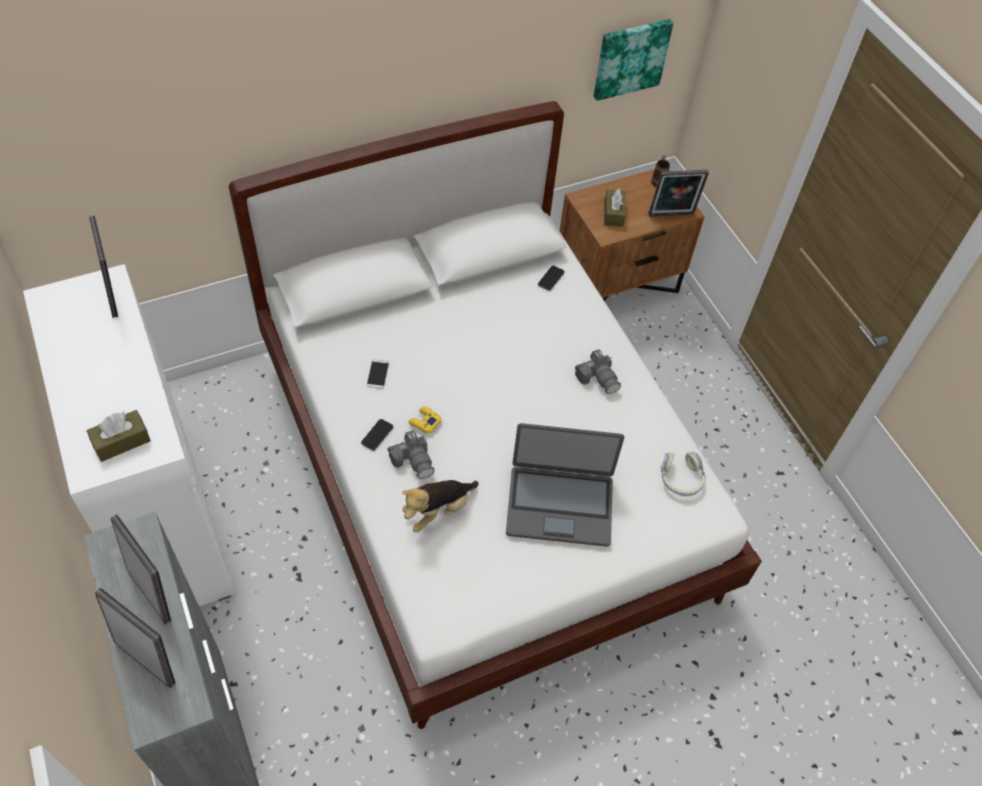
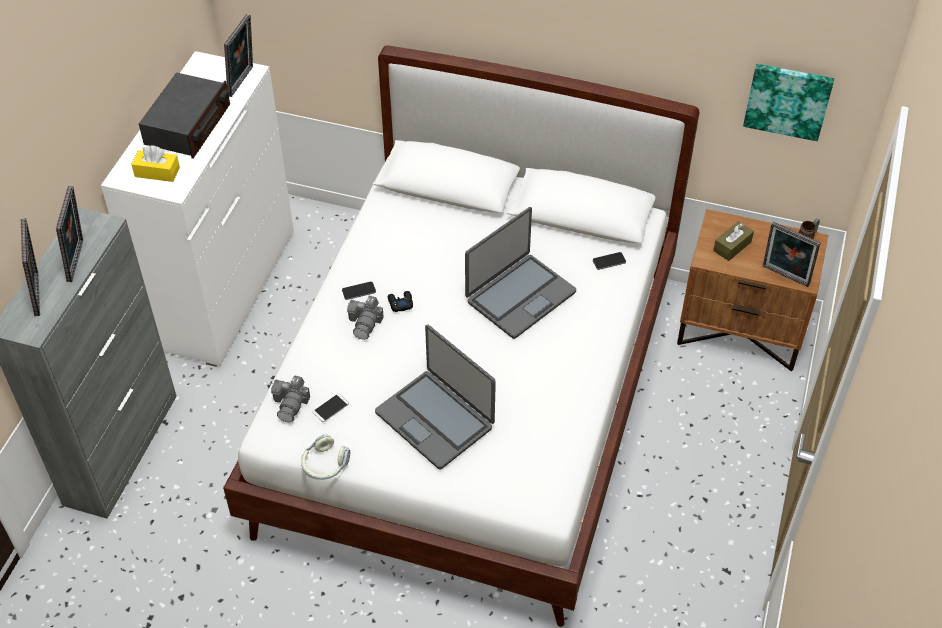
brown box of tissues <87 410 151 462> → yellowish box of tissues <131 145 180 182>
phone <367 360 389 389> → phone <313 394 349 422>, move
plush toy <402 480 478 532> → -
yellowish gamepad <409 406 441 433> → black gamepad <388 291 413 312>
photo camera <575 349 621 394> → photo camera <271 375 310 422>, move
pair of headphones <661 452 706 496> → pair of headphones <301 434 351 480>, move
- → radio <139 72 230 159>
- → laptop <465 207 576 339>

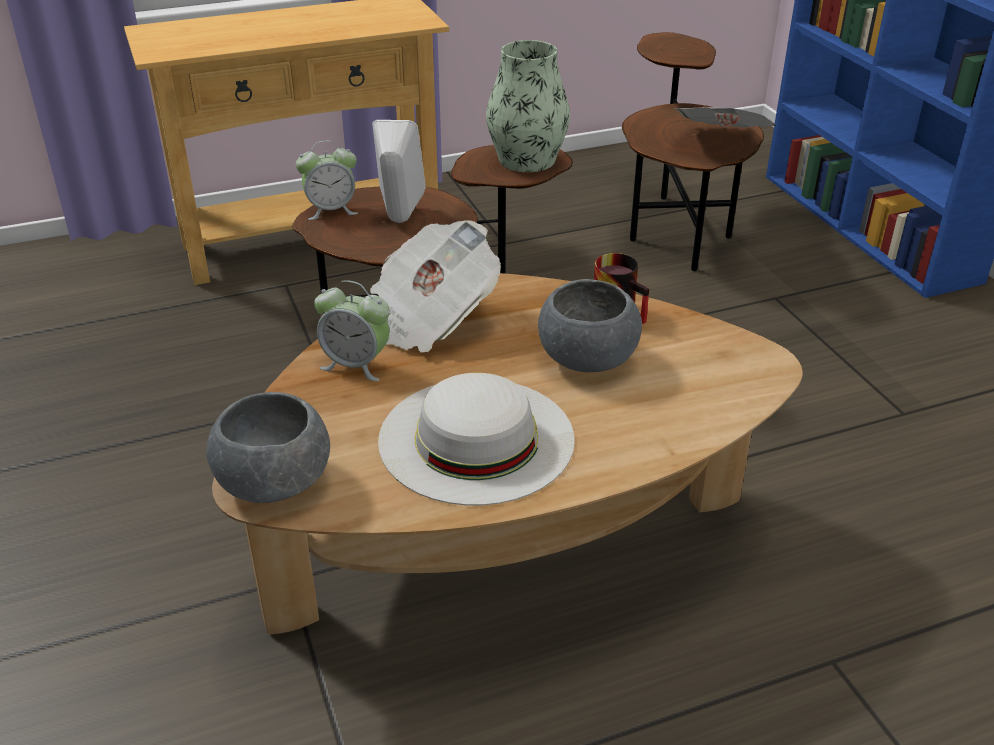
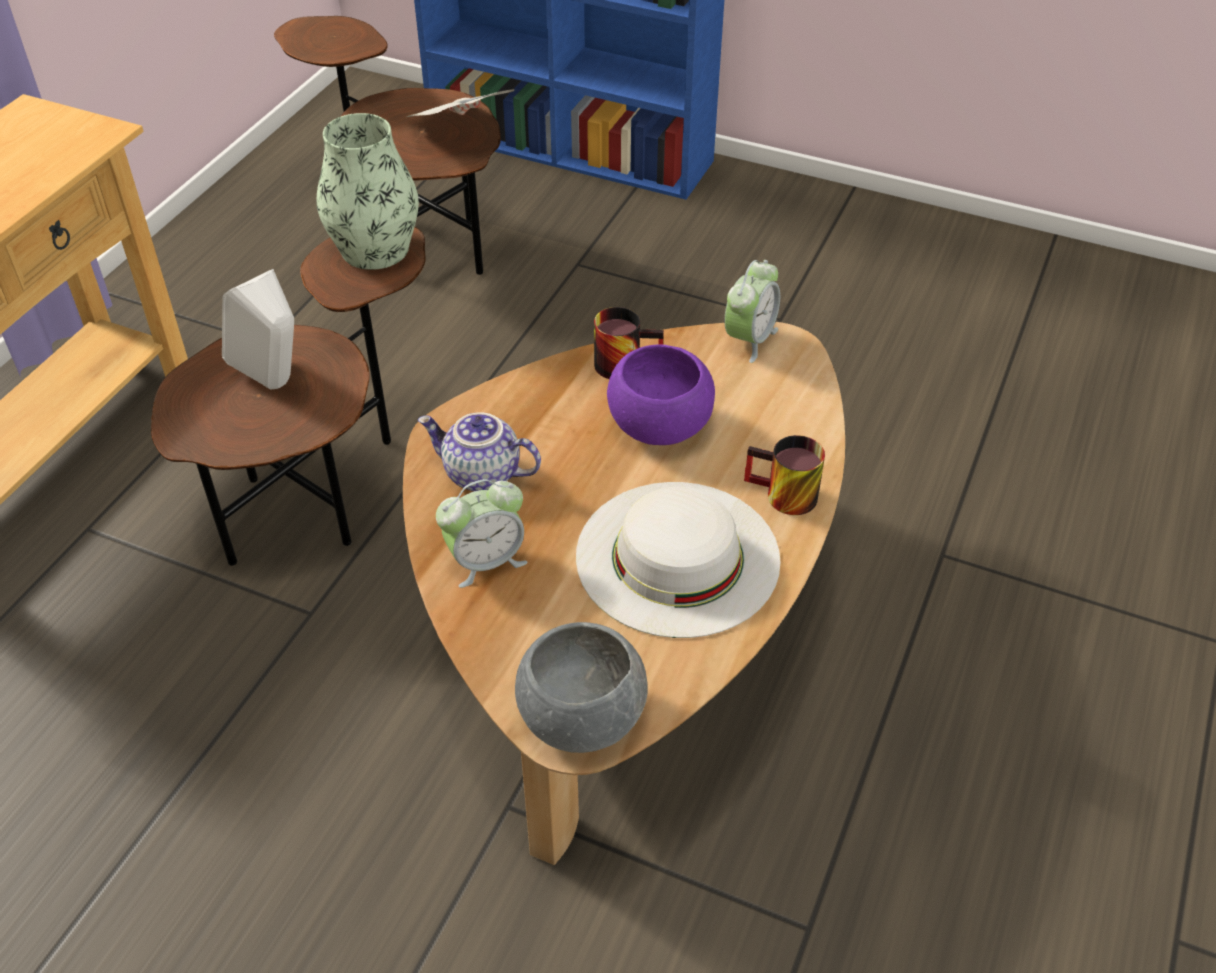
bedside clock <296 141 358 220> → bedside clock <724 260 780 363>, move
printed paper <370 220 501 353> → pot for tea <418 412 541 491>
gray bowl <538 279 642 372> → purplish bowl <607 345 715 445>
- → coffee mug <744 435 825 515>

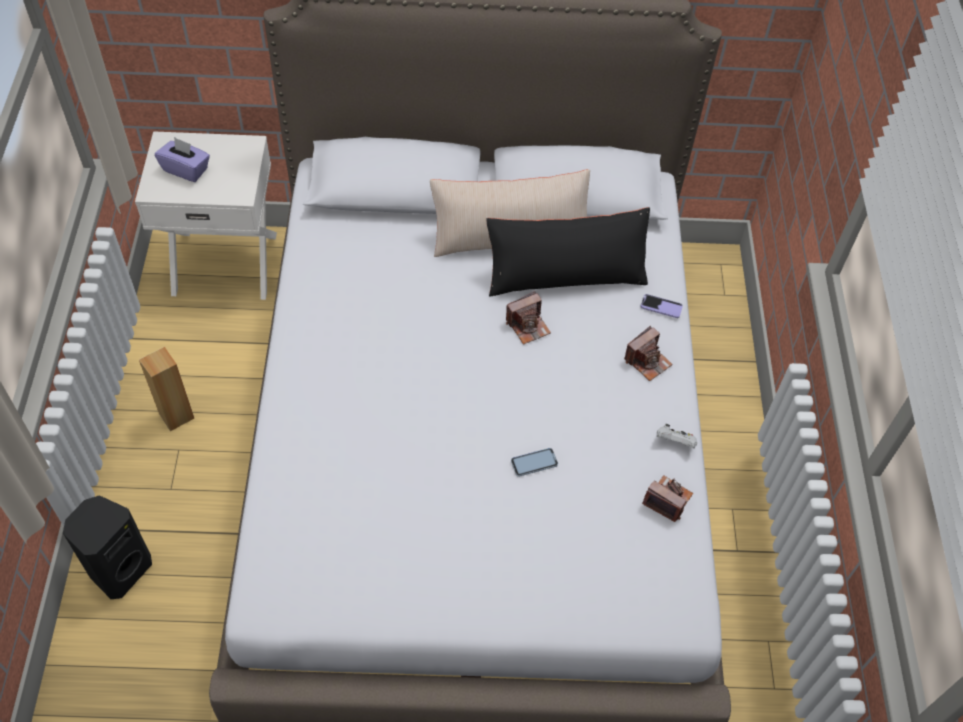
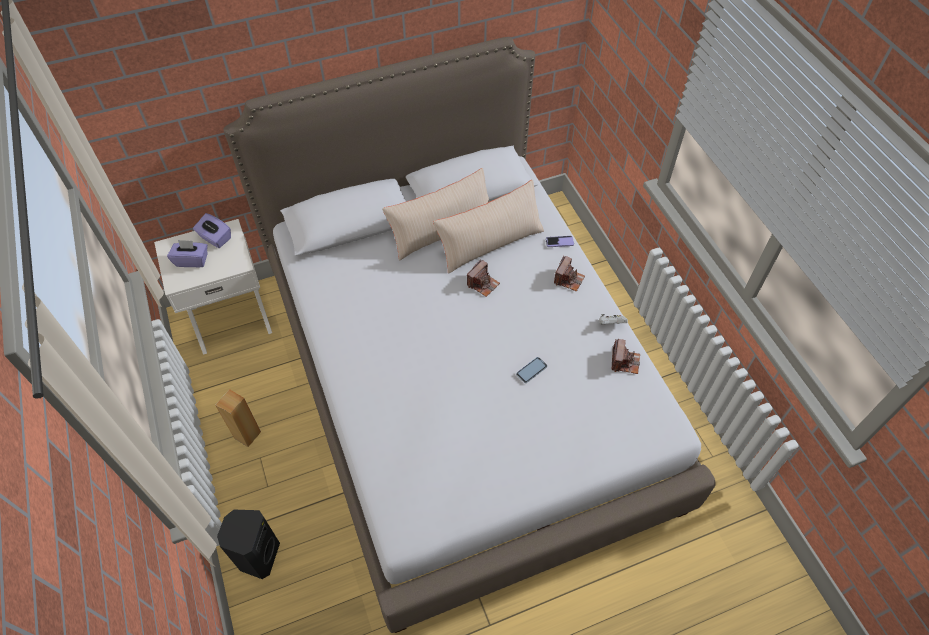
black pillow <486 207 650 296> → beige pillow <433 180 544 274>
photo camera <642 475 693 522> → photo camera <611 339 640 374>, 90 degrees clockwise
- → purplish box of tissues <193 213 231 248>

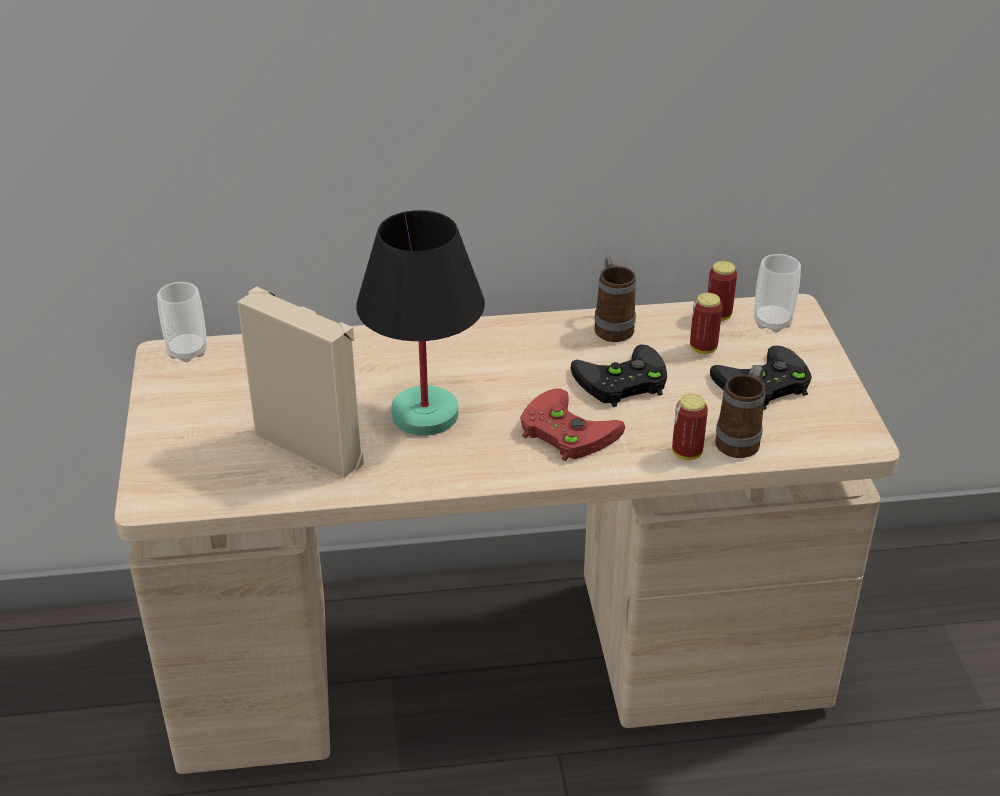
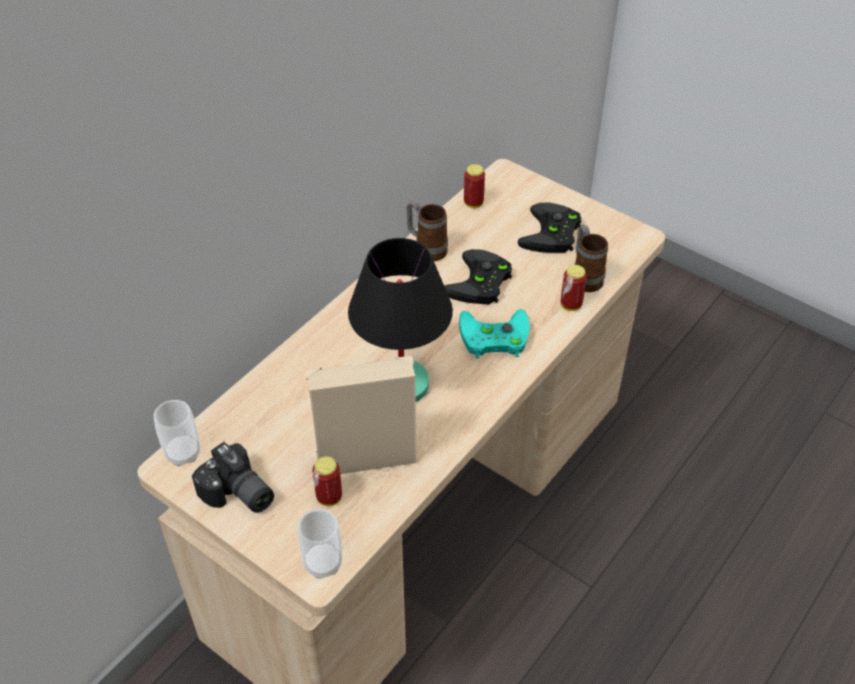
reddish gamepad <520 389 625 461> → turquoise-coloured gamepad <459 309 530 358>
sealed can <690 292 722 354> → sealed can <312 456 342 506>, move
drinking cup <754 254 801 332> → drinking cup <298 509 342 579>, move
- → photo camera <192 441 274 513>

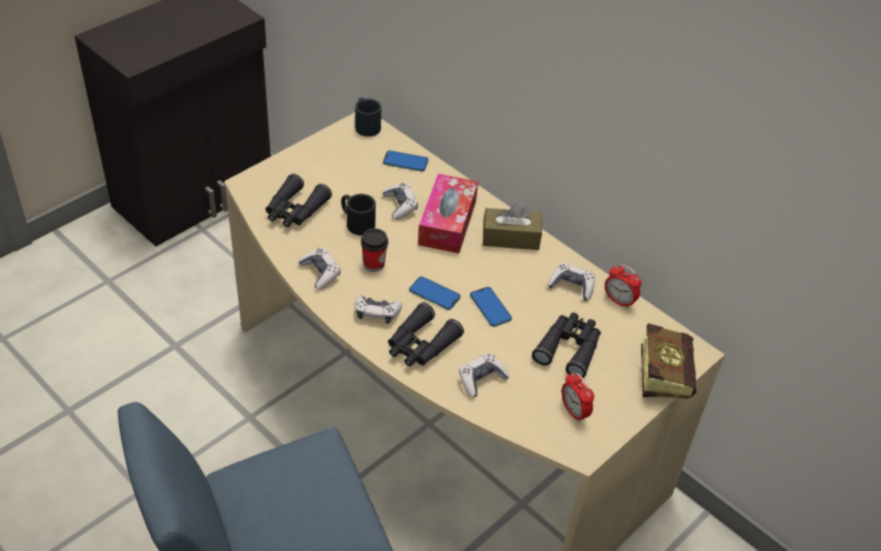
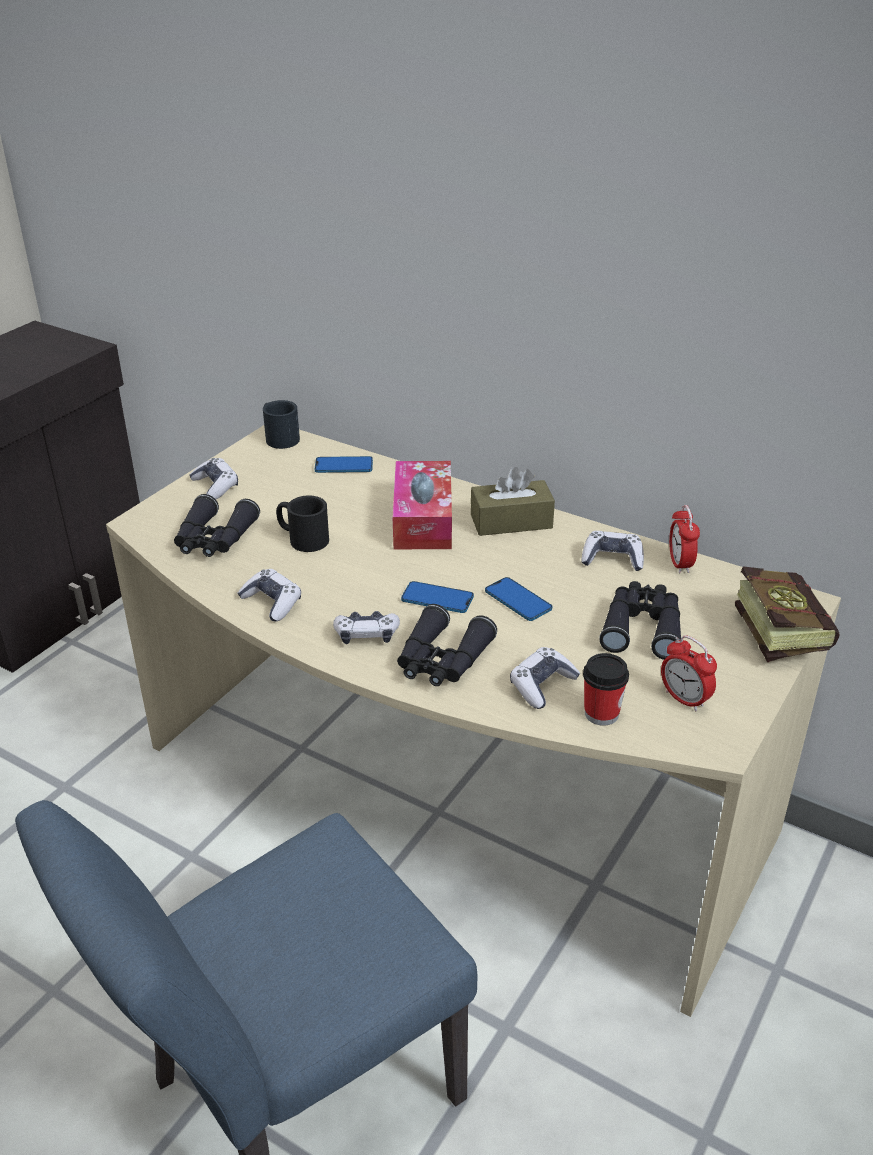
drinking cup <361 228 388 272> → drinking cup <583 653 629 726>, move
gamepad <383 183 418 220> → gamepad <190 458 238 499>, move
bedside clock <605 264 642 309> → bedside clock <669 505 700 573>, 60 degrees clockwise

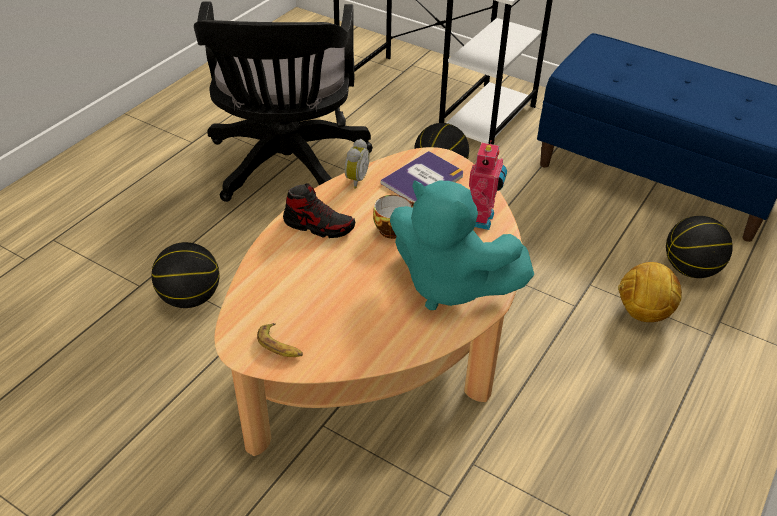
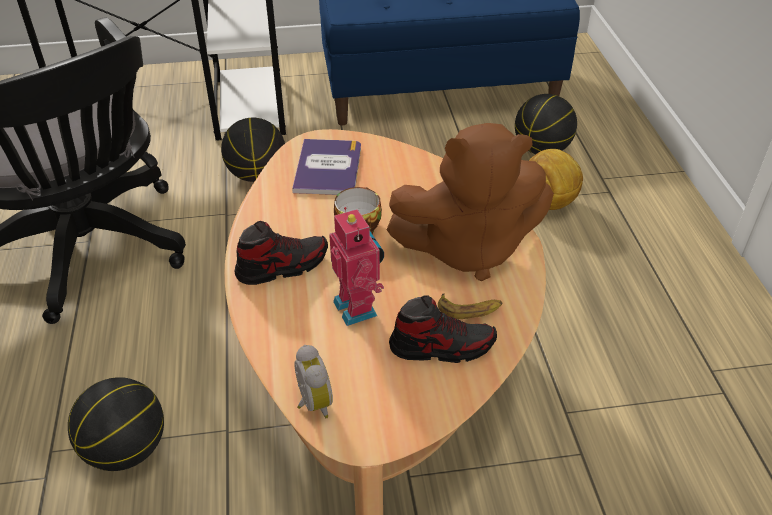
whole banana <257 323 303 357> → whole banana <438 293 503 319>, move
bedside clock <345 139 370 189> → bedside clock <294 345 333 418>, move
turquoise-coloured plush toy <390 180 534 310> → brown plush toy <386 123 554 281>
robot figure <469 140 507 230> → robot figure <329 207 384 326>, move
- → low shoe <389 295 497 363>

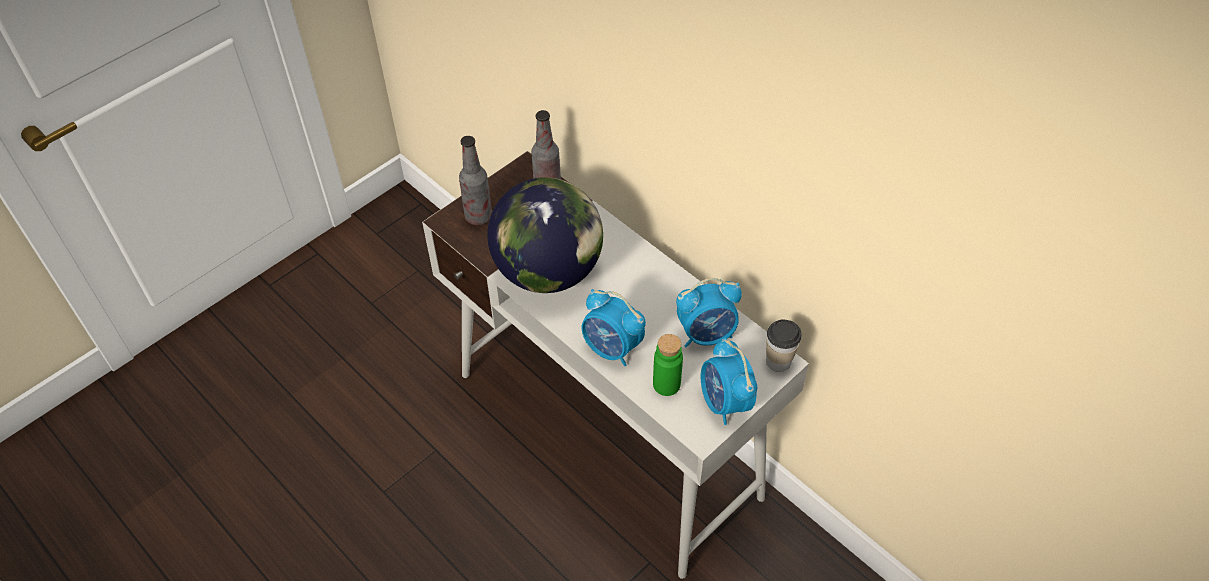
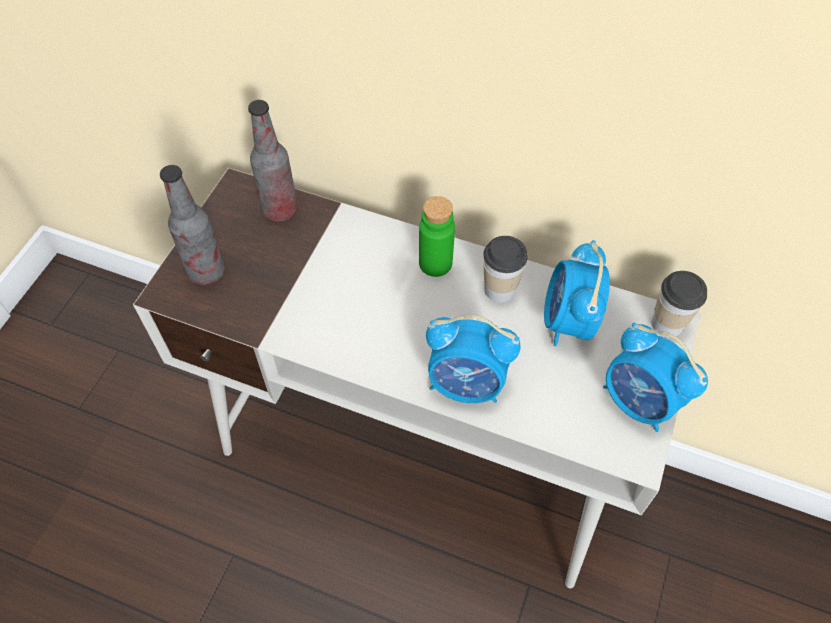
globe <487 177 603 293> → -
green bottle <653 334 683 396> → green bottle <419 196 455 277>, move
bedside clock <676 278 742 347> → bedside clock <544 240 610 346>, 135 degrees clockwise
- → drinking cup <483 236 528 303>

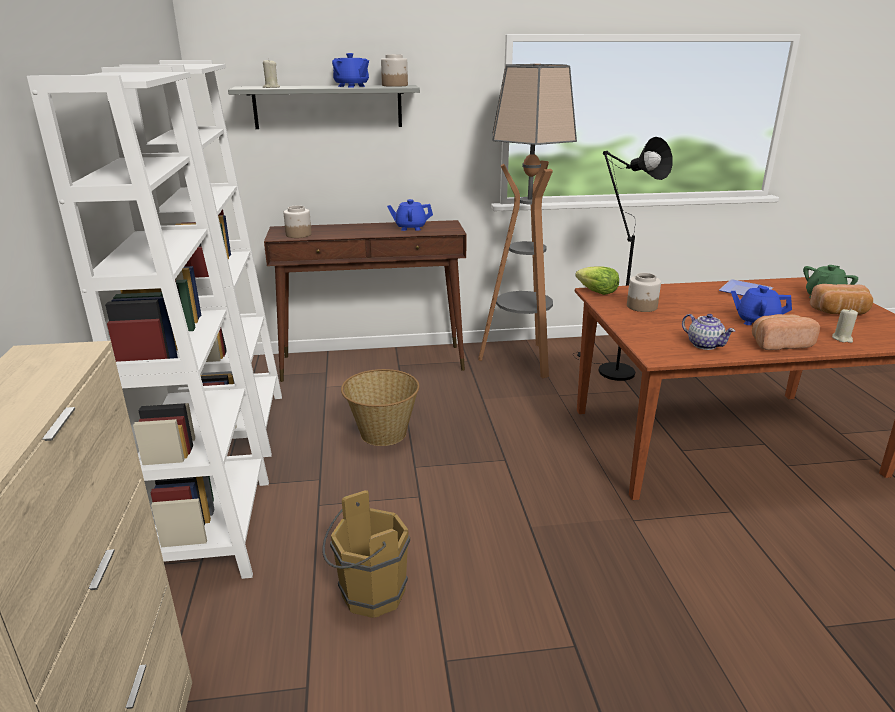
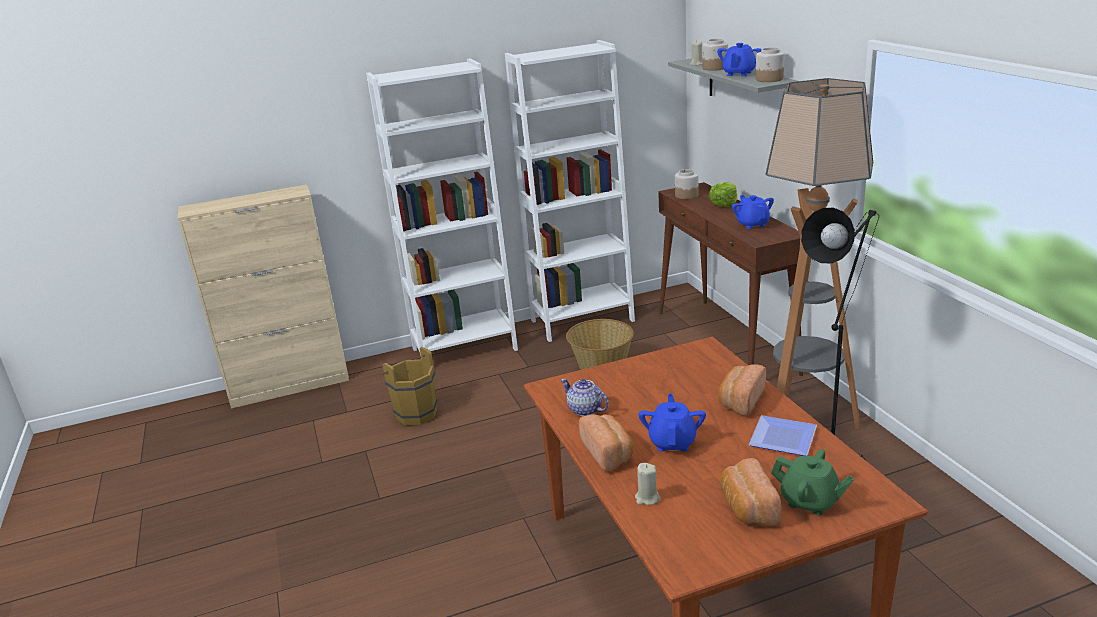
lettuce head <575 266 619 295> → lettuce head <709 182 737 207>, move
storage jar <627 273 661 312> → storage jar <703 39 728 71>, move
pot for tea <682 314 735 350> → pot for tea <561 379 609 416>, 90 degrees clockwise
- → baked bread <718 364 766 416>

